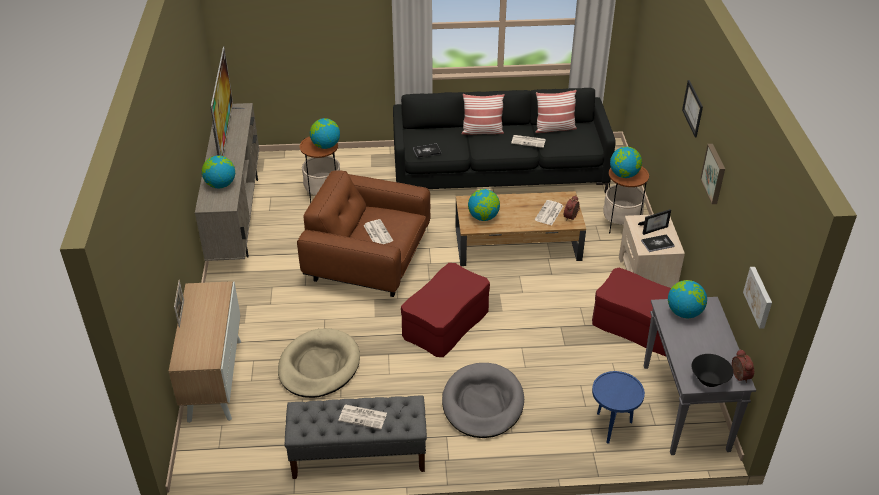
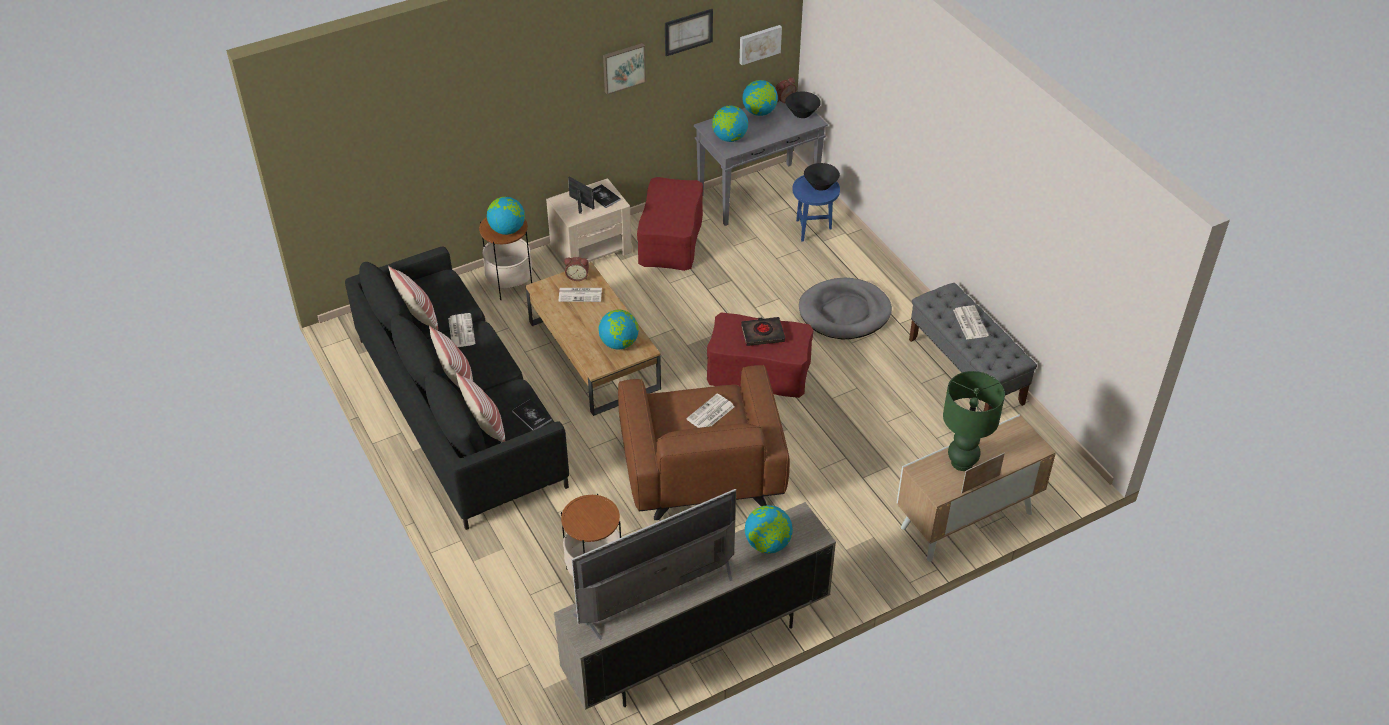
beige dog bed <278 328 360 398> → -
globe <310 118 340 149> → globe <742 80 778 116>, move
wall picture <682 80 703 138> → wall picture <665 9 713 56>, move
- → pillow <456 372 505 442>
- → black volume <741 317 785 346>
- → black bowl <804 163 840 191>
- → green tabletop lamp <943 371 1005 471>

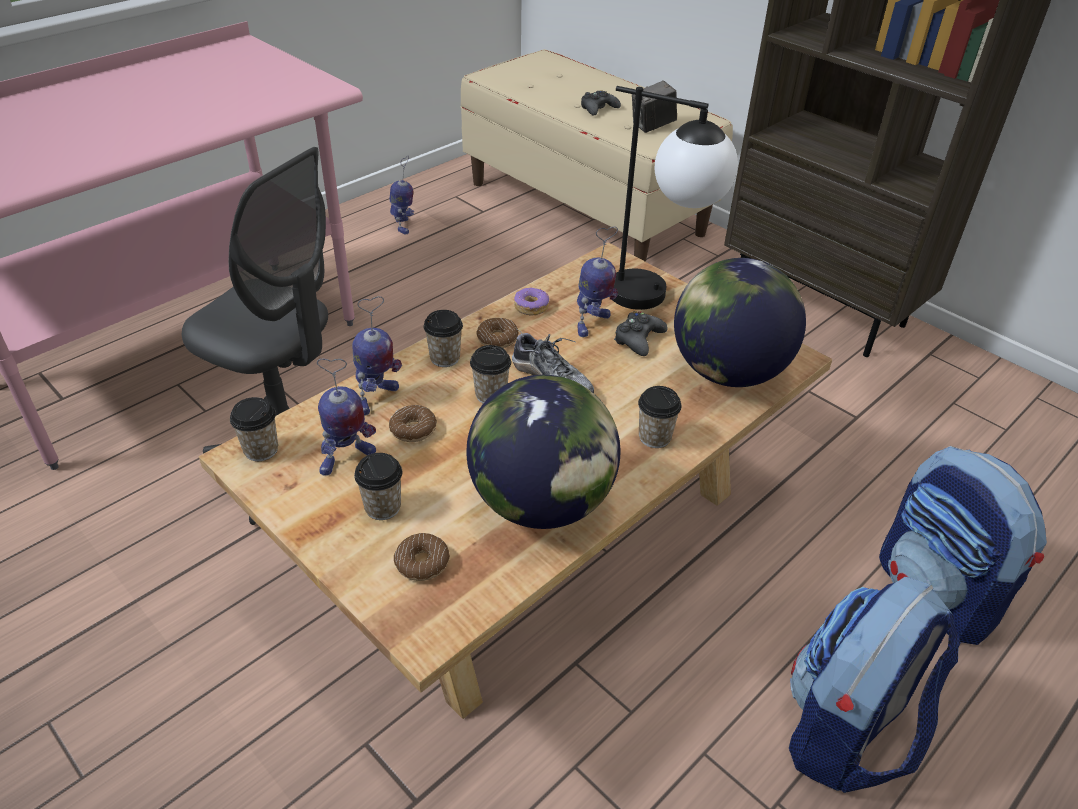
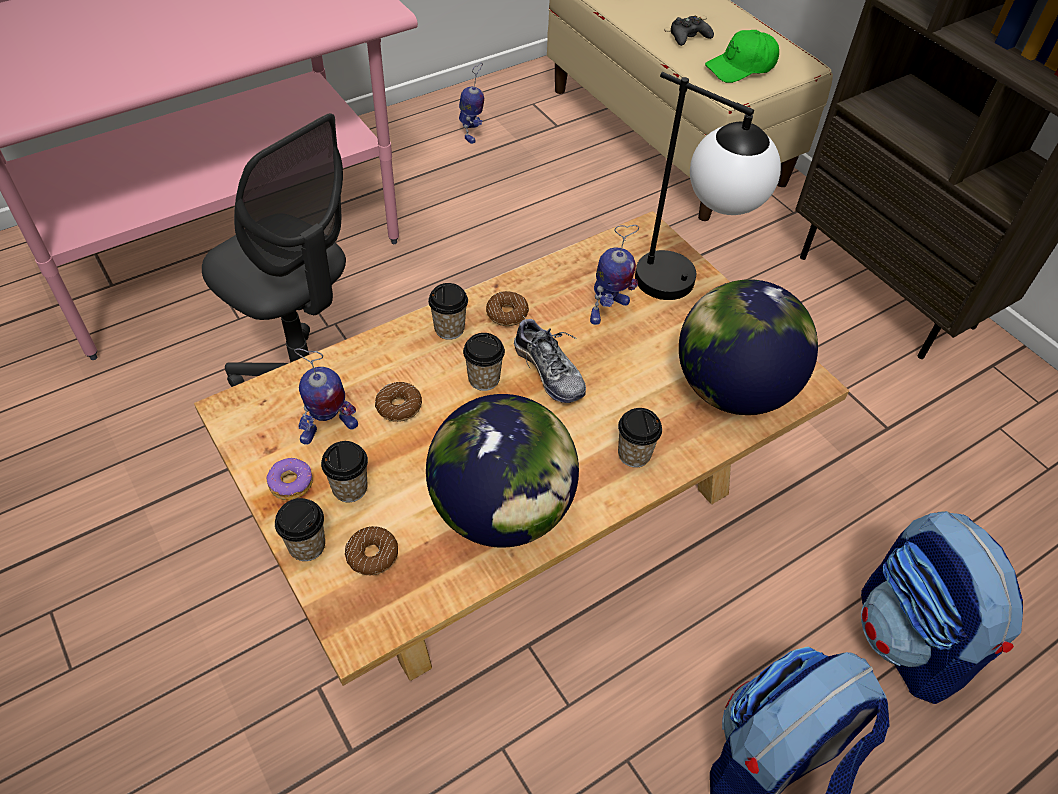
drinking cup <230 397 278 461> → drinking cup <275 498 325 561>, move
robot figure <352 296 402 416> → -
doughnut <514 287 549 316> → doughnut <266 458 313 500>, move
black gamepad <614 311 668 356> → -
photo camera <632 81 677 133> → green cap <705 30 779 83>

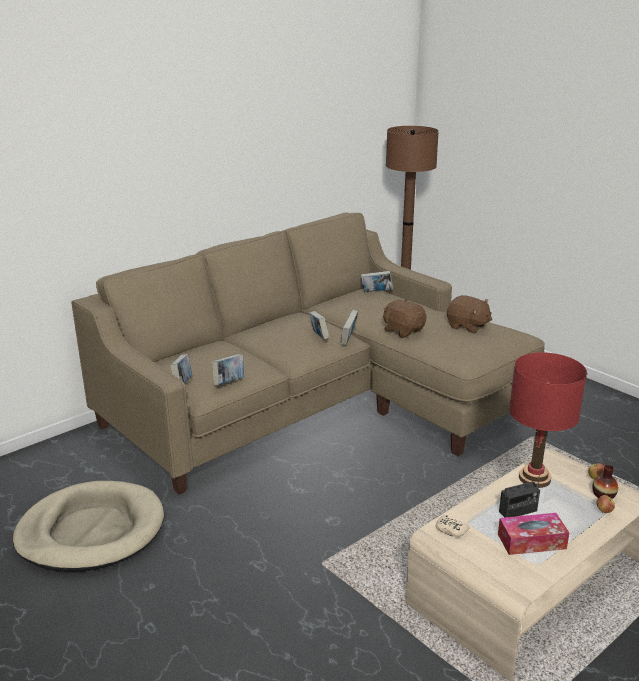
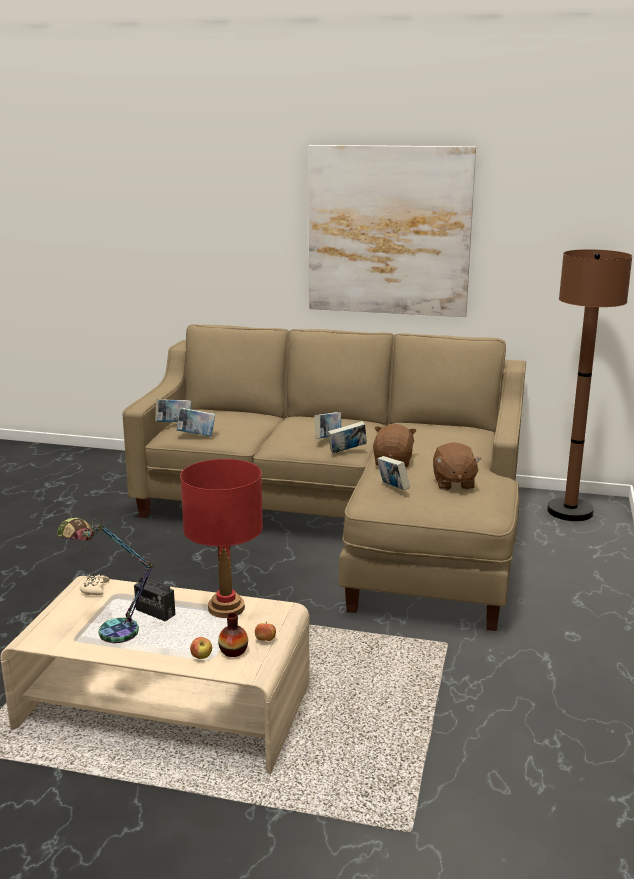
beige dog bed <13 481 164 572> → -
volume <361 271 393 292> → volume <377 456 410 490>, move
box of tissues <498 513 570 555> → tabletop lamp <57 518 156 643>
- → wall picture <309 145 476 317>

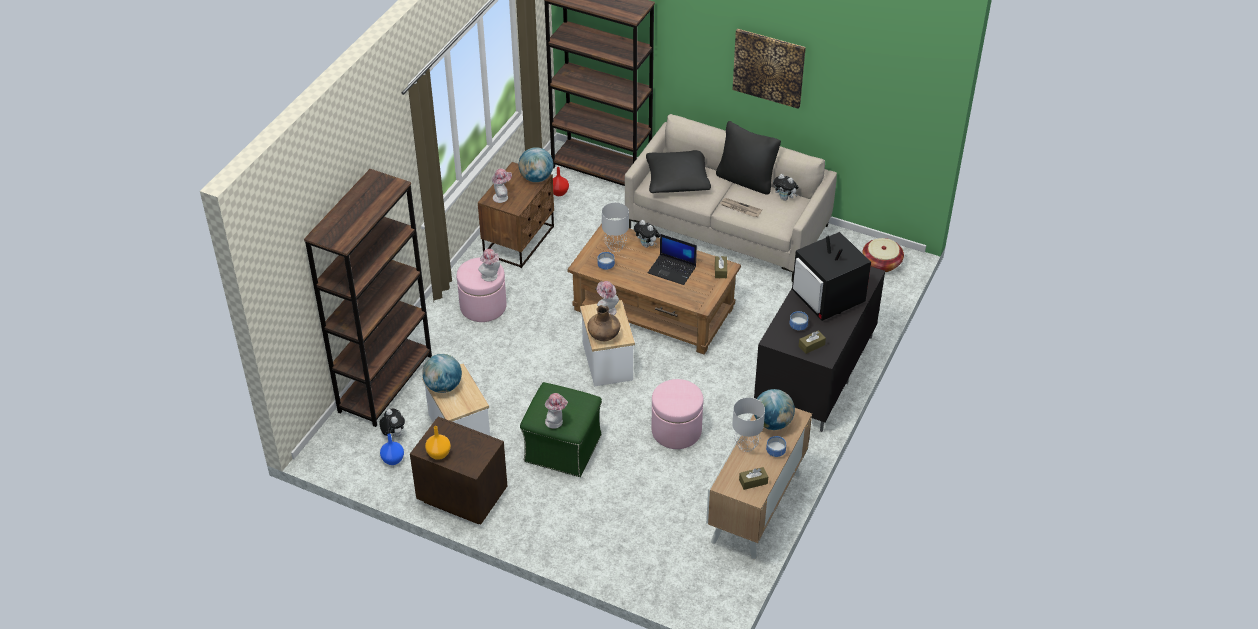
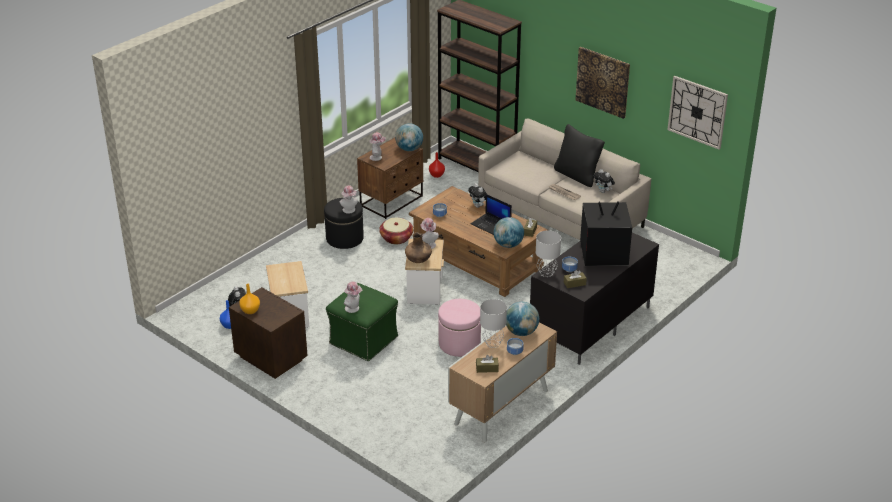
brown bookcase <304 169 432 427> → -
globe <422 354 462 393> → globe <493 217 524 248>, move
pink-coloured pouffe <457 257 507 322> → black pouffe <324 198 364 249>
gray tabletop lamp <602 202 629 252> → gray tabletop lamp <536 230 561 277>, move
black pillow <646 150 711 193> → -
TV <792 232 871 321> → TV <580 201 632 266>, 105 degrees clockwise
storage basket <862 238 904 272> → storage basket <379 218 413 244>, move
- → hanging clock <668 76 728 149>

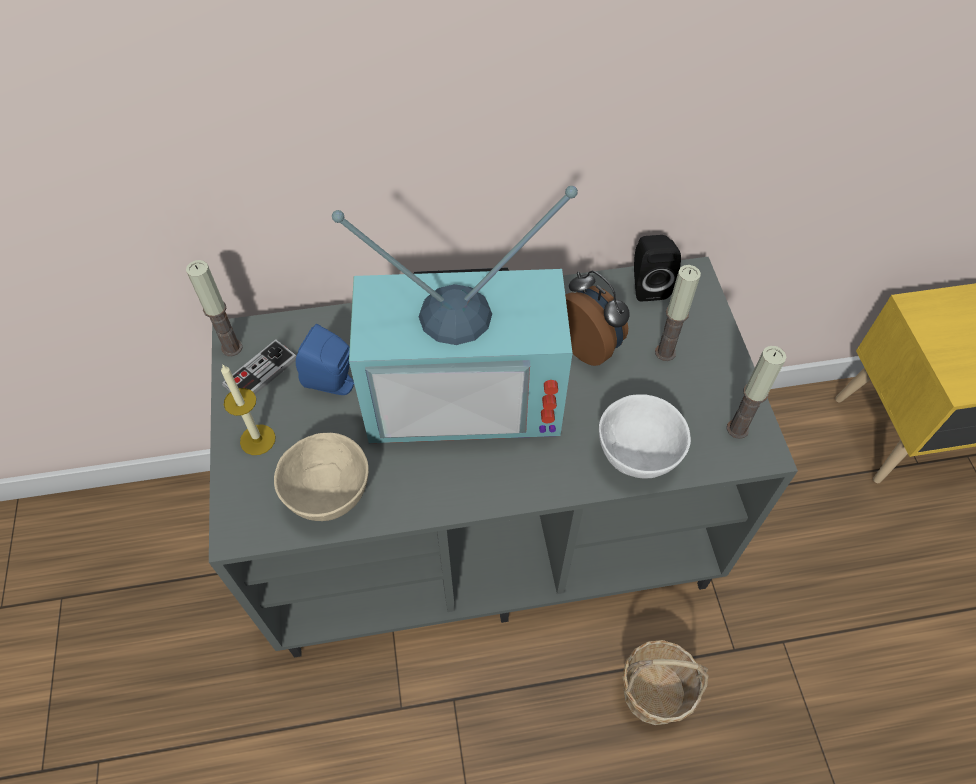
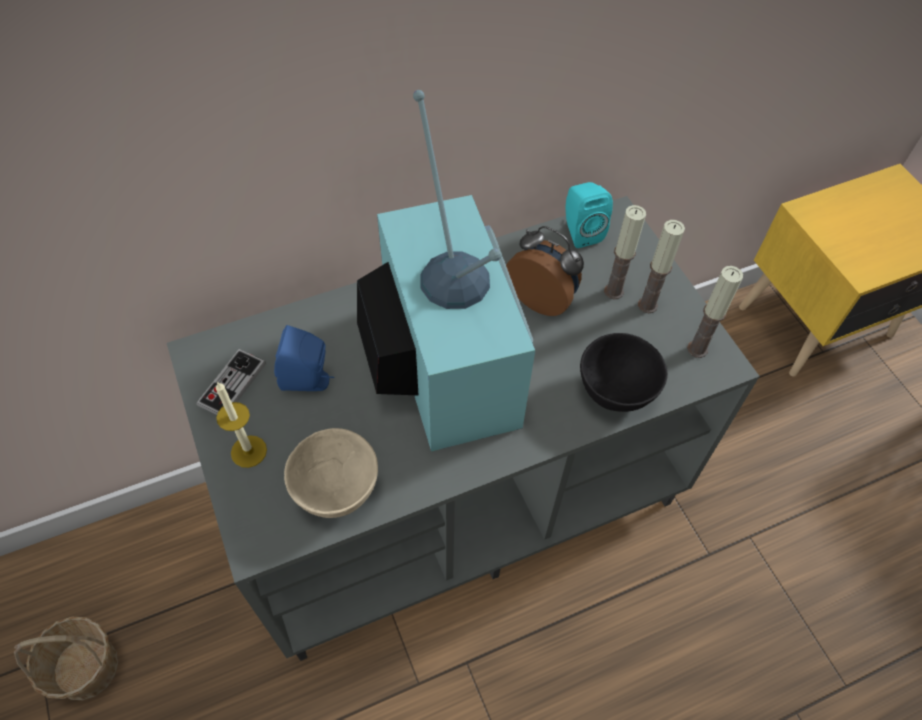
wax light <186 260 243 356> → wax light <638 220 685 314>, move
TV <332 186 578 443> → TV <357 90 535 451>, 90 degrees counterclockwise
white bowl <599 394 691 478> → black bowl <580 333 668 412>
storage basket <622 640 708 725> → storage basket <14 617 118 700>, move
black speaker <634 235 681 301> → turquoise-coloured speaker <566 182 613 248>

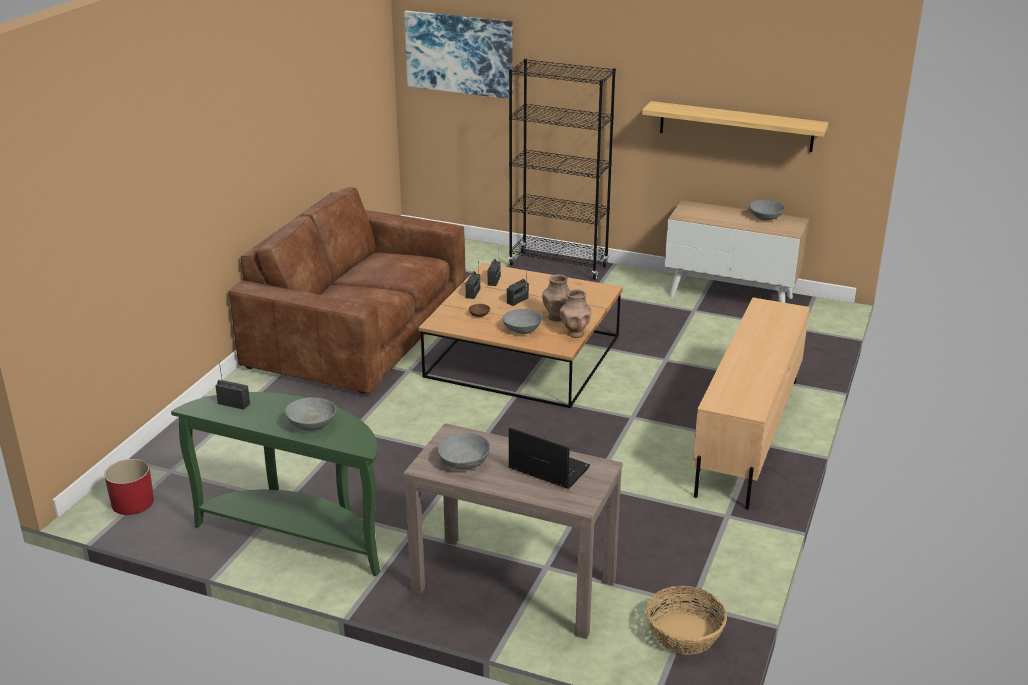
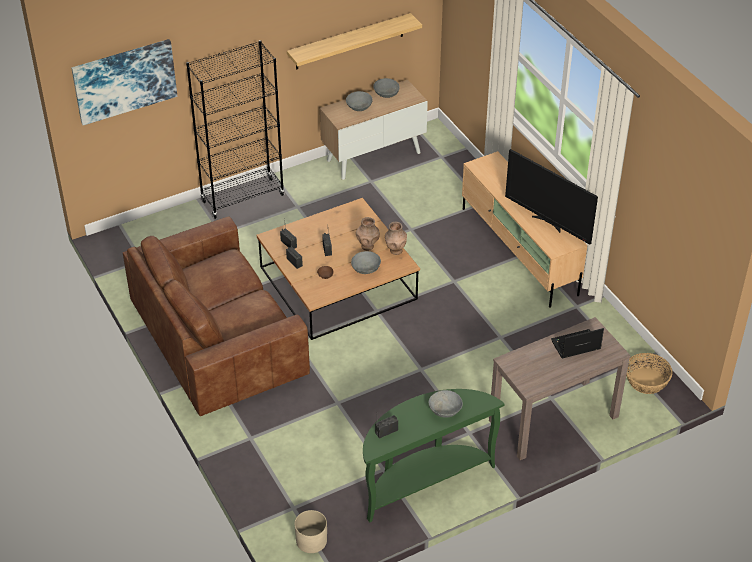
reddish flower pot <104 459 154 515> → beige flower pot <294 510 327 553>
gray bowl <438 433 490 469> → gray bowl <346 91 373 111>, move
- → TV <505 149 598 245>

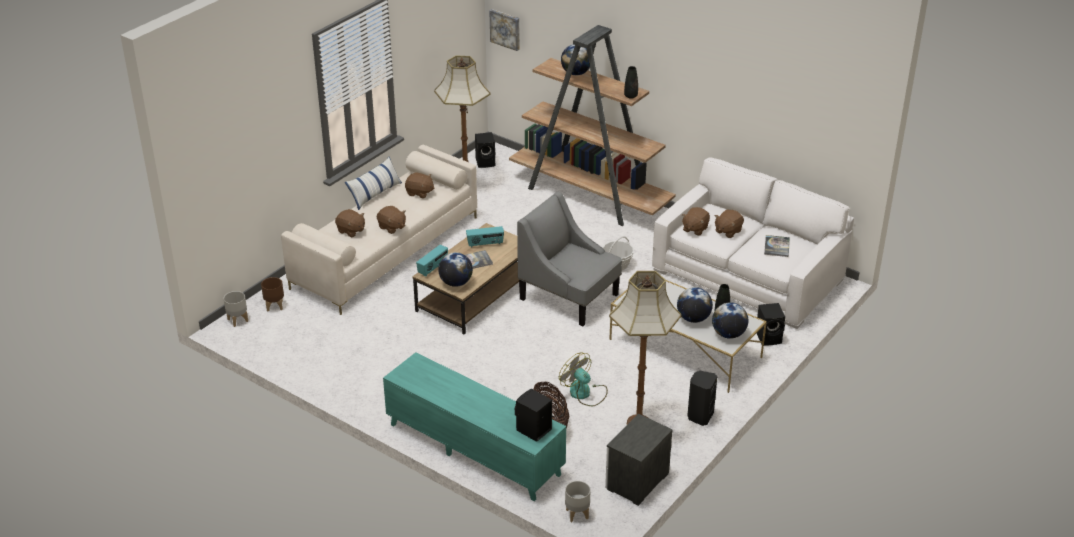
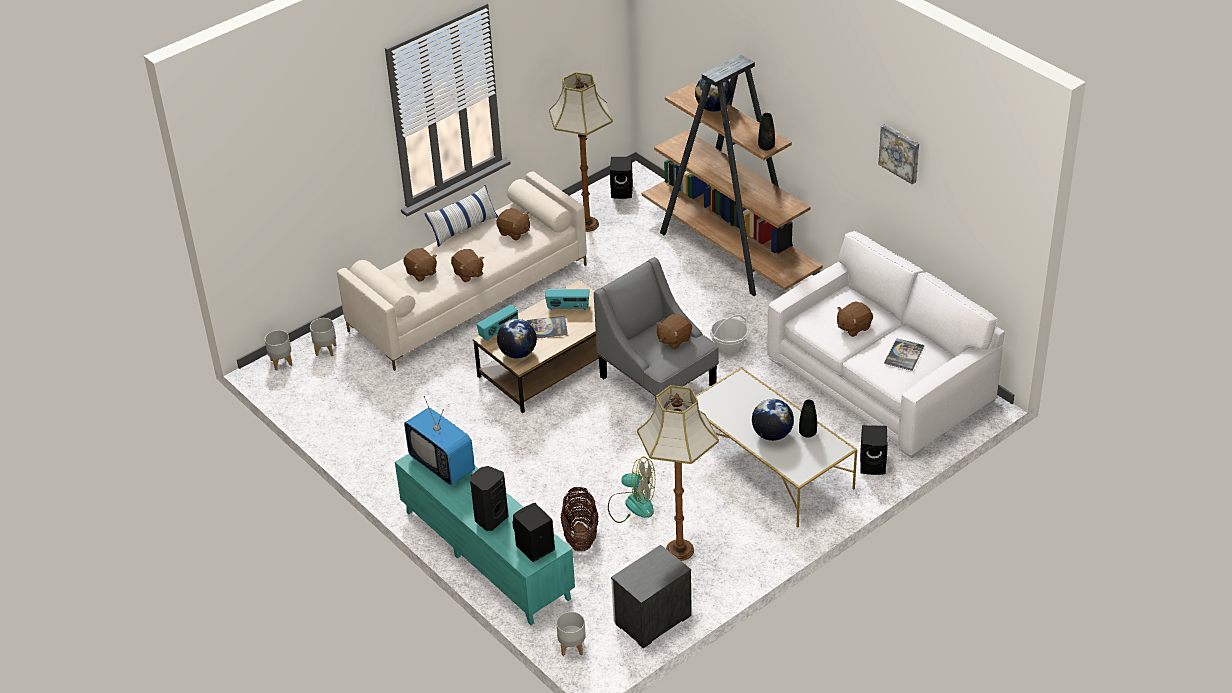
brown flower pot <261 277 284 311> → gray flower pot <310 318 336 356>
wall picture <490 9 520 51> → wall picture <878 124 919 185>, move
cooling fan <559 352 608 406> → cooling fan <608 457 655 523>, 135 degrees clockwise
brown plush toy <682 207 710 236> → brown plush toy <656 314 692 350>, move
black speaker <687 371 717 426> → black speaker <470 466 508 531>, move
globe <712 302 749 339> → -
- → TV <404 396 475 485>

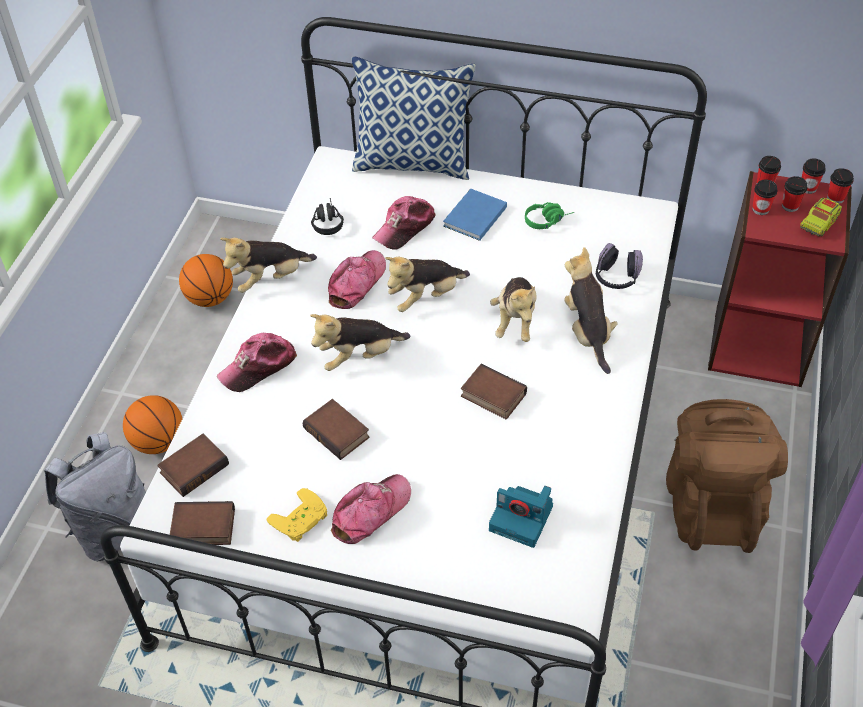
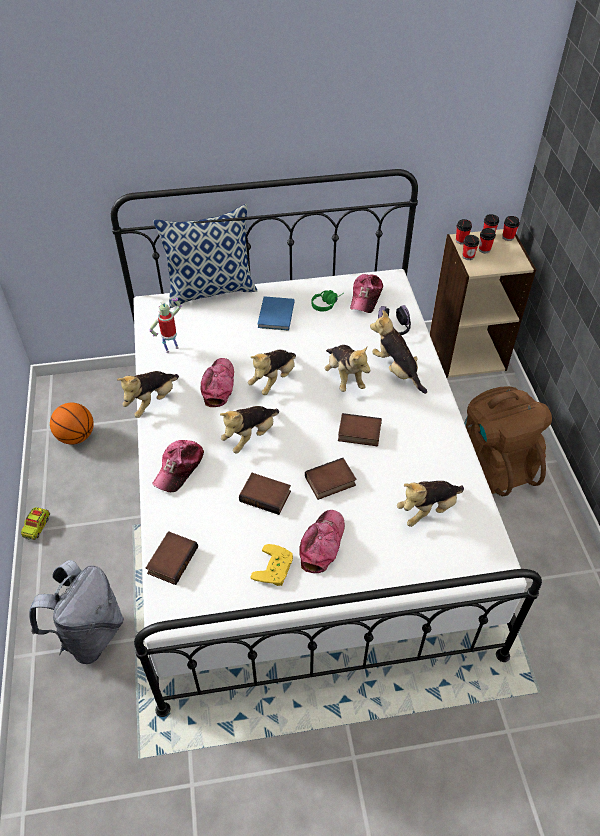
ball for basketball <123 395 183 454> → -
volume <170 501 235 545> → volume <305 458 356 500>, move
black pair of headphones <311 198 344 235> → robot figure <149 297 181 353>
cap <372 196 436 250> → cap <350 274 383 313>, move
photo camera <489 486 553 548> → plush toy <397 481 464 527>
reddish bookcase <708 171 852 387> → beige bookcase <430 229 536 378>
toy lorry <800 197 842 237> → toy lorry <21 507 50 540>, move

